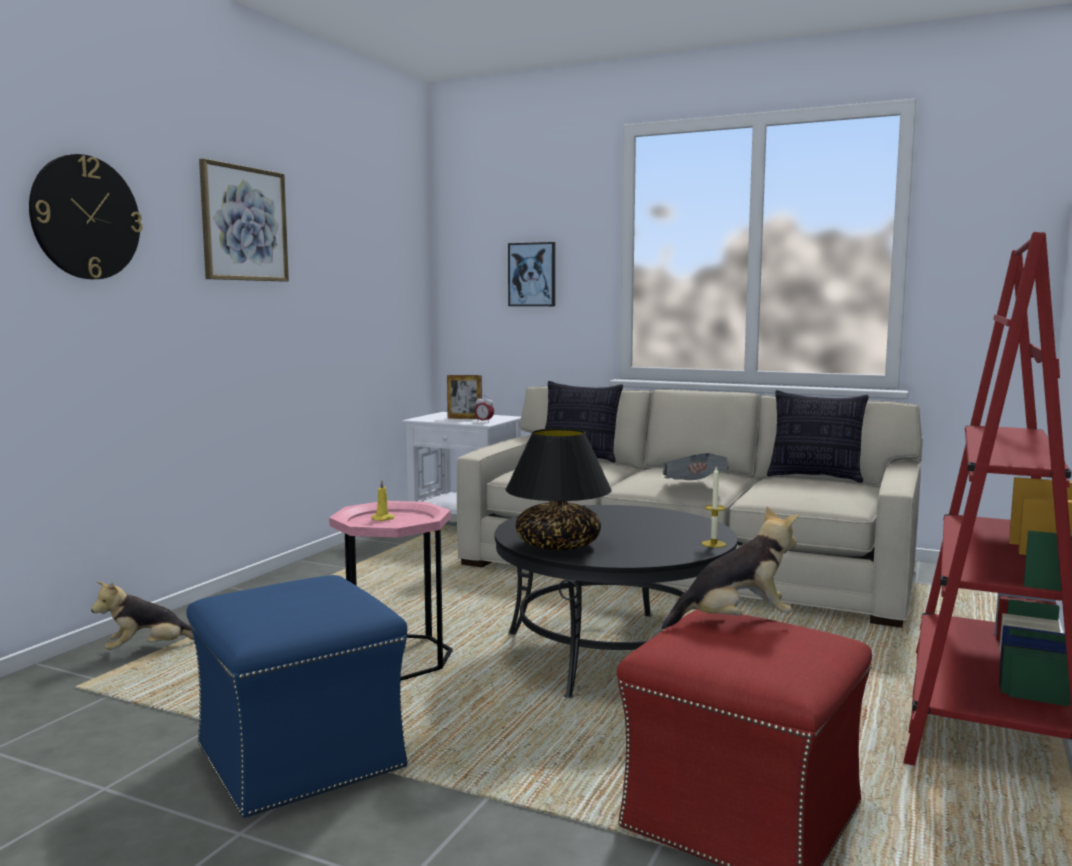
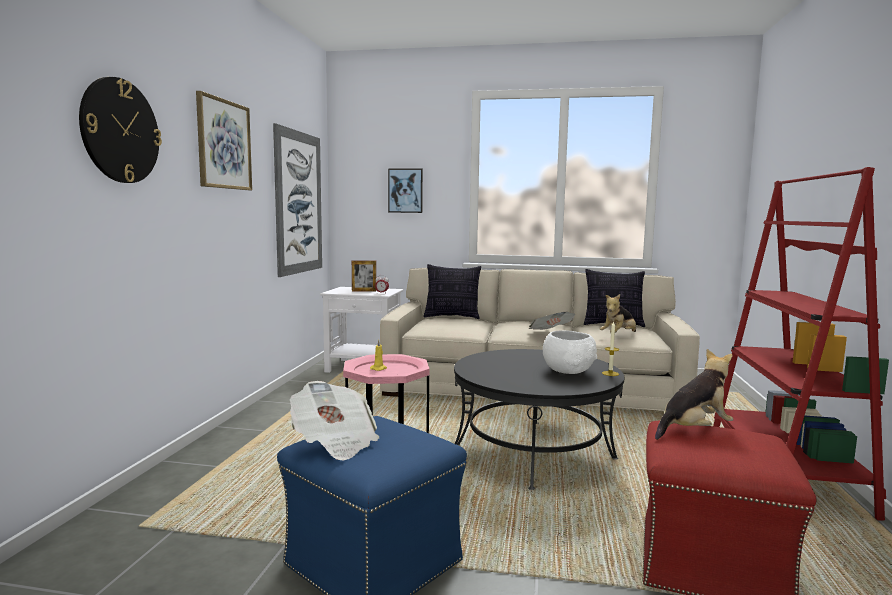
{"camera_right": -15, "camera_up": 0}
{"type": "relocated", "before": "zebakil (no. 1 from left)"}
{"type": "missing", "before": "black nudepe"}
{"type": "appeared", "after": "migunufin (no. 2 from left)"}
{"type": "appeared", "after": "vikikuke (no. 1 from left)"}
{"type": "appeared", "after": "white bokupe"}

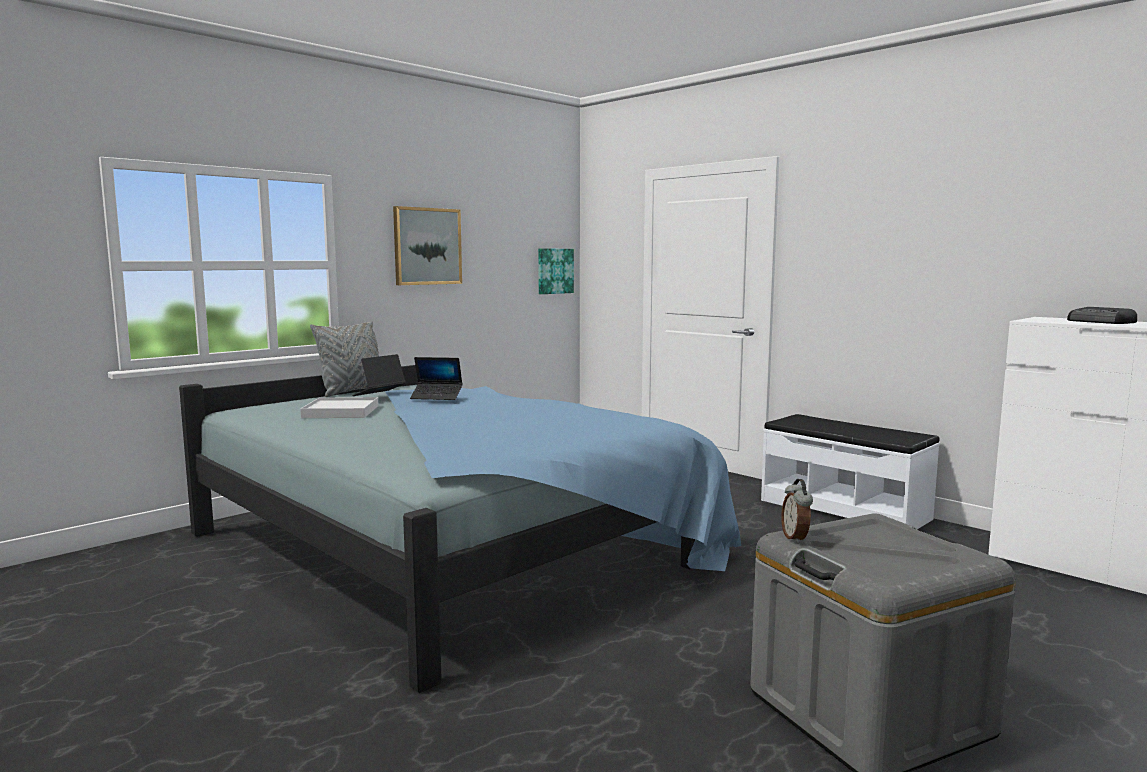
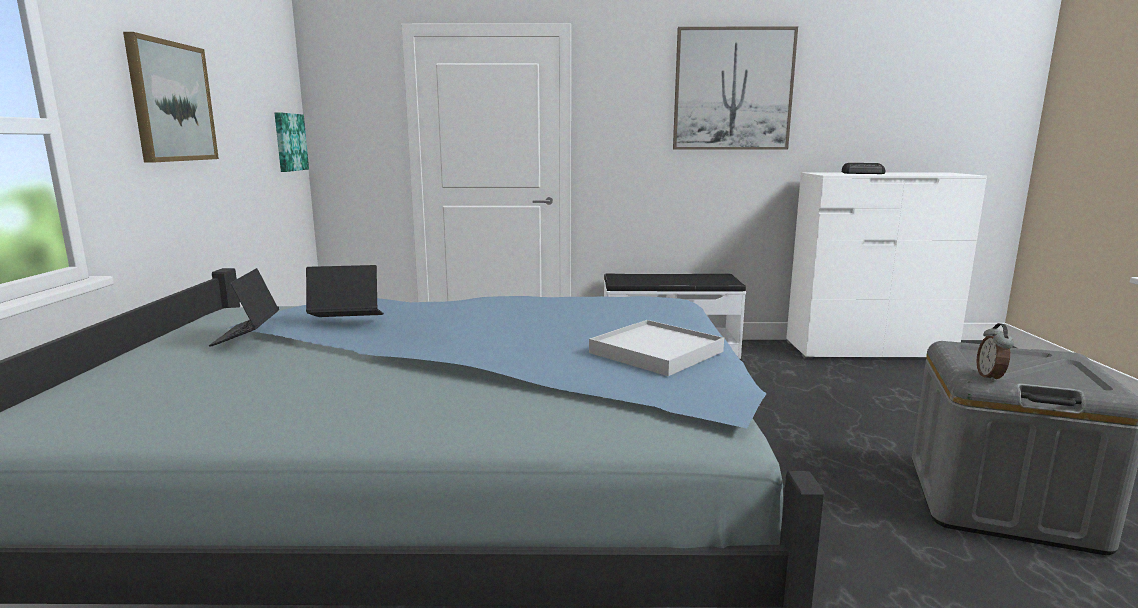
{"camera_right": -45, "camera_up": 5}
{"type": "relocated", "before": "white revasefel"}
{"type": "missing", "before": "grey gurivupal"}
{"type": "spun", "before": "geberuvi (no. 2 from left)", "turn": -150}
{"type": "spun", "before": "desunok", "turn": 60}
{"type": "appeared", "after": "migunufin (no. 3 from left)"}

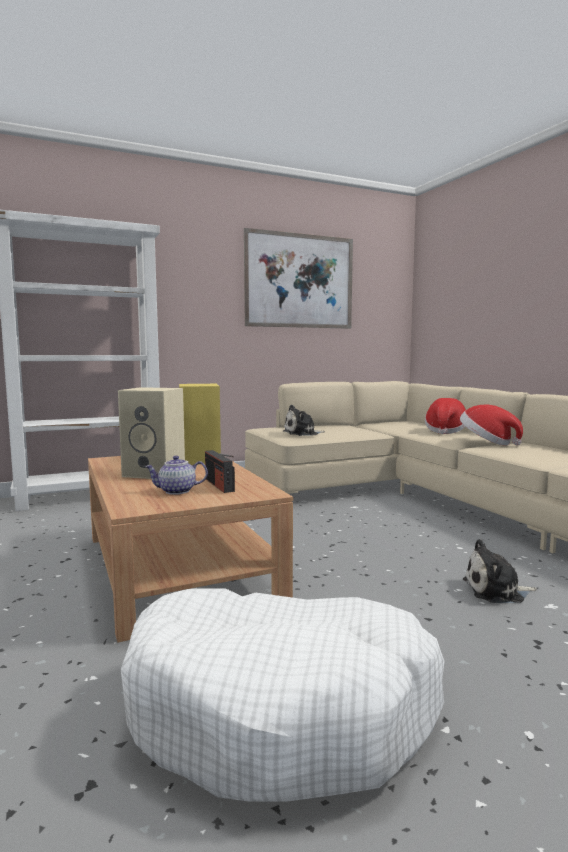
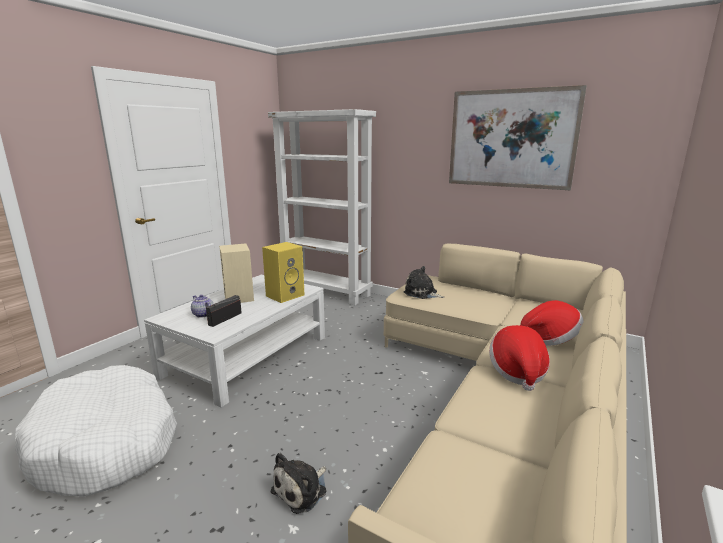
{"camera_right": 55, "camera_up": 10}
{"type": "colour", "before": "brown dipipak", "after": "white dipipak"}
{"type": "spun", "before": "zebakil (no. 2 from left in the first image)", "turn": -105}

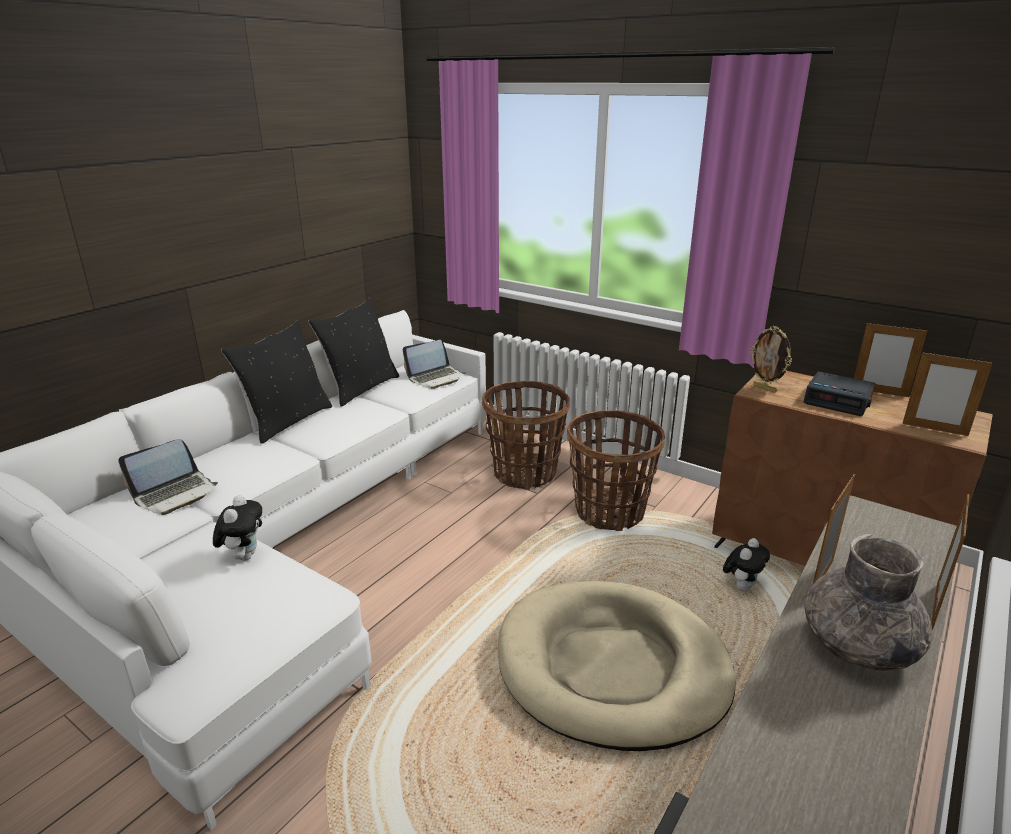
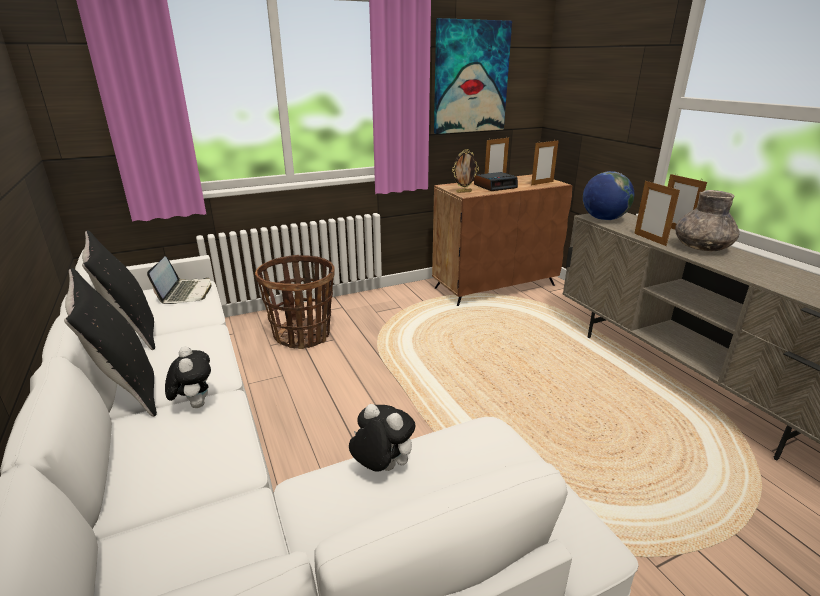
{"camera_right": -60, "camera_up": 0}
{"type": "missing", "before": "geberuvi (no. 1 from left)"}
{"type": "missing", "before": "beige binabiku"}
{"type": "missing", "before": "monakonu (no. 2 from left)"}
{"type": "relocated", "before": "zebakil (no. 2 from left in the first image)", "after": "zebakil (no. 1 from left)"}
{"type": "appeared", "after": "migunufin"}
{"type": "appeared", "after": "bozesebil"}

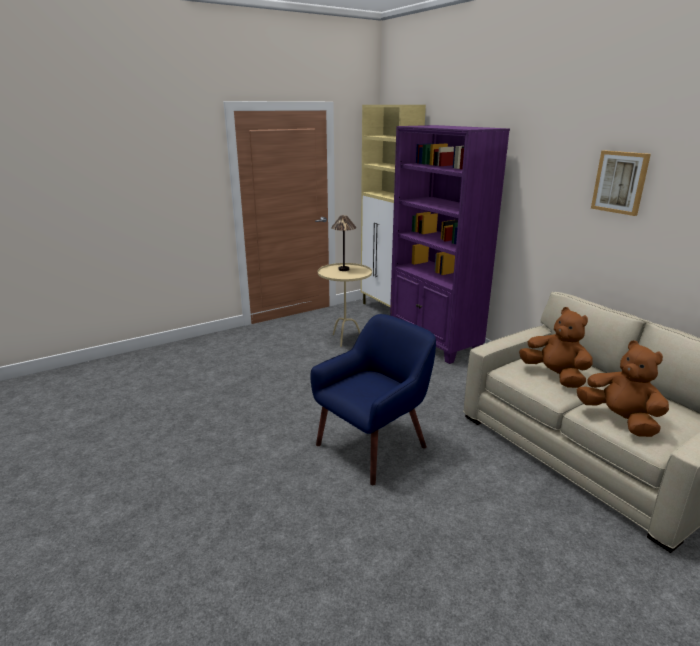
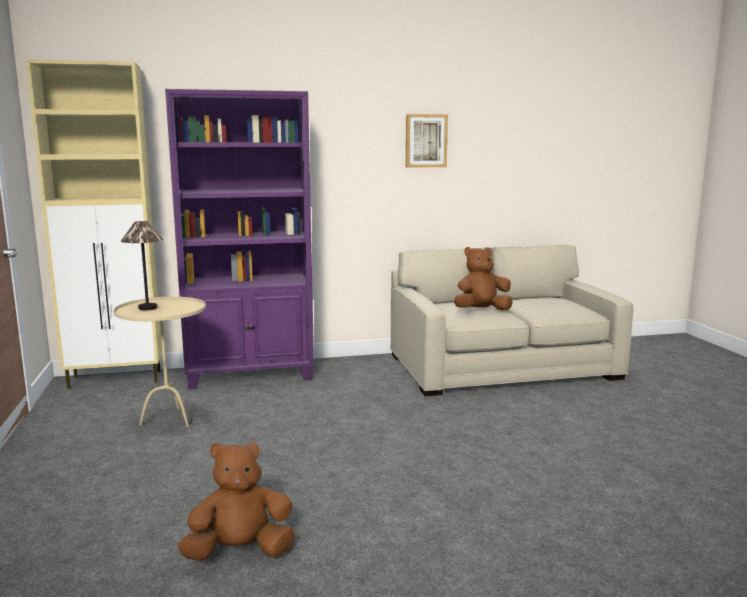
{"camera_right": -70, "camera_up": -10}
{"type": "missing", "before": "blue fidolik"}
{"type": "relocated", "before": "brown zebakil (no. 2 from left in the first image)", "after": "brown zebakil (no. 1 from left)"}

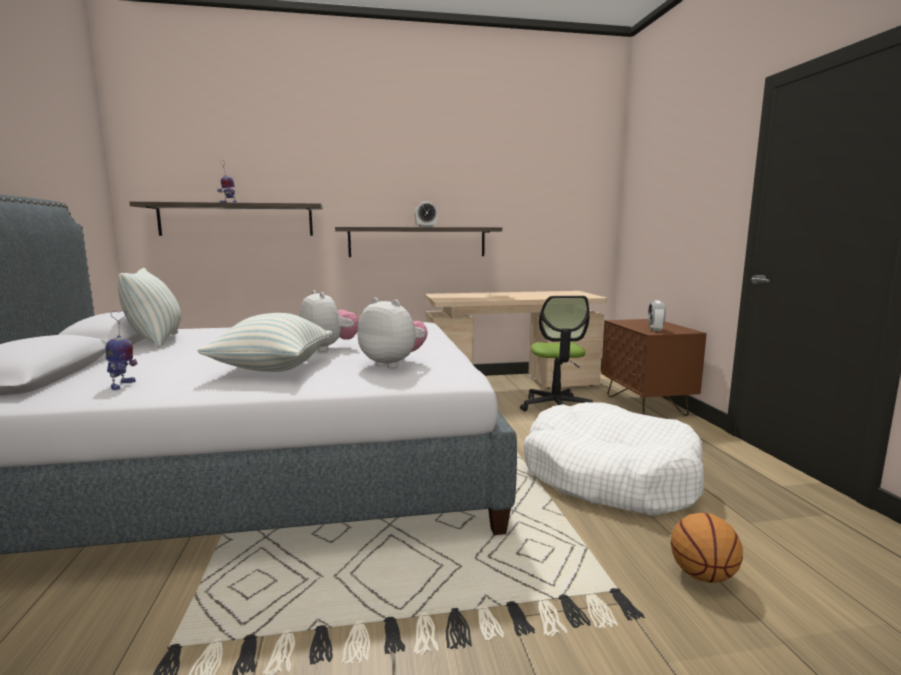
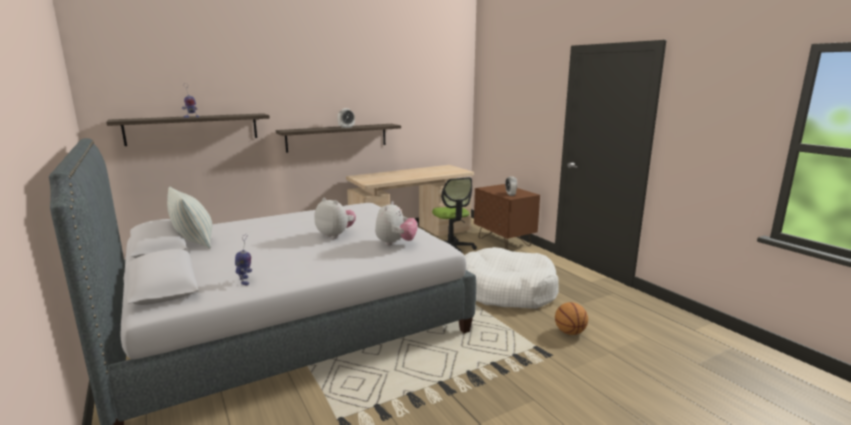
{"camera_right": -20, "camera_up": 5}
{"type": "missing", "before": "gurivupal (no. 2 from left)"}
{"type": "spun", "before": "zebakil (no. 2 from left)", "turn": 90}

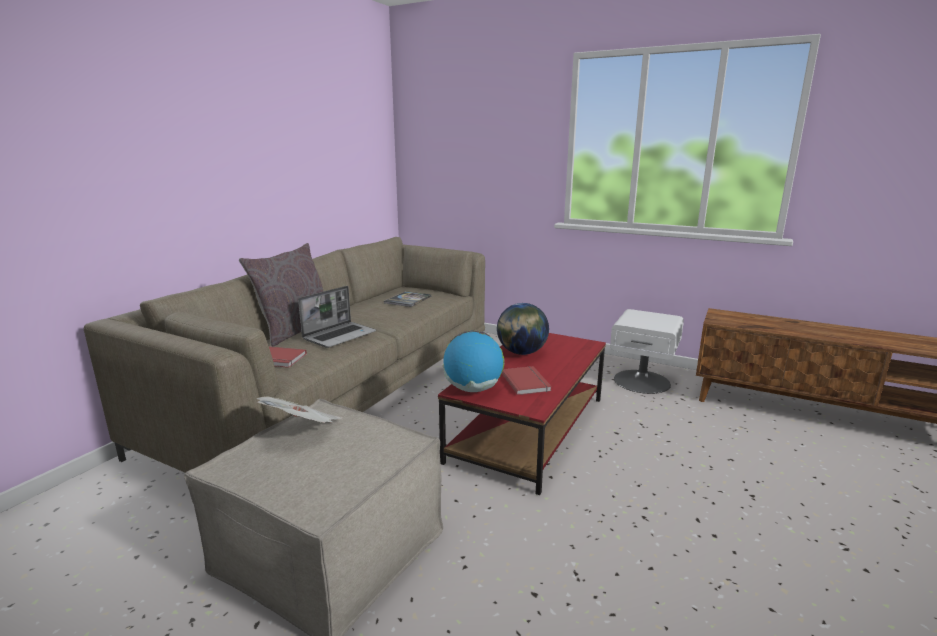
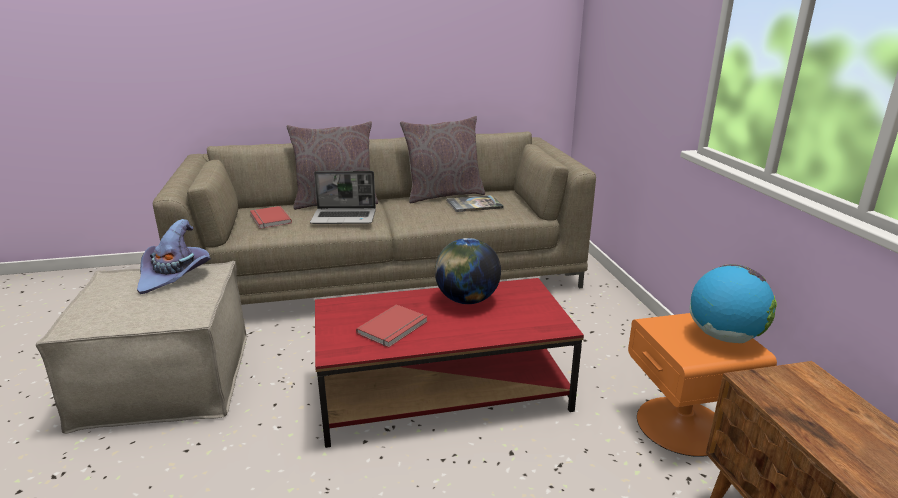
{"camera_right": 50, "camera_up": 5}
{"type": "exchanged", "before": "vikikuke", "after": "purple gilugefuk"}
{"type": "relocated", "before": "bozesebil (no. 1 from left in the first image)", "after": "bozesebil (no. 2 from left)"}
{"type": "colour", "before": "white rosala", "after": "orange rosala"}
{"type": "appeared", "after": "grey gurivupal (no. 2 from left)"}

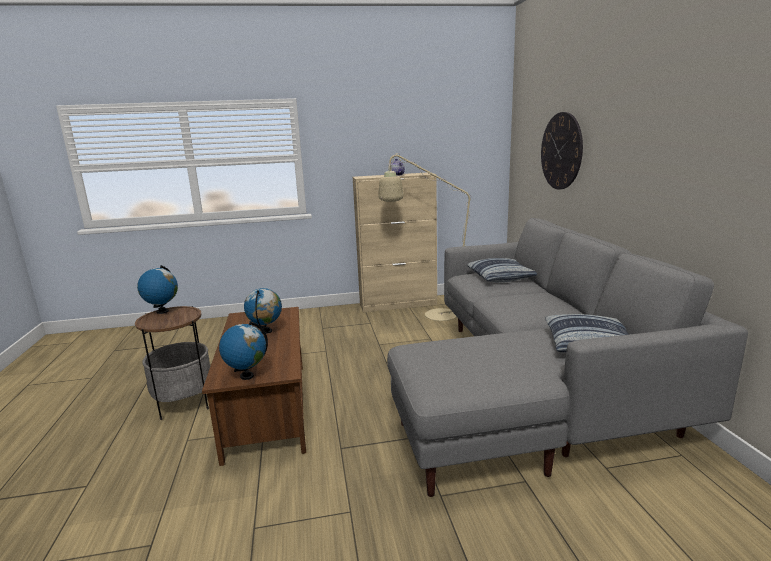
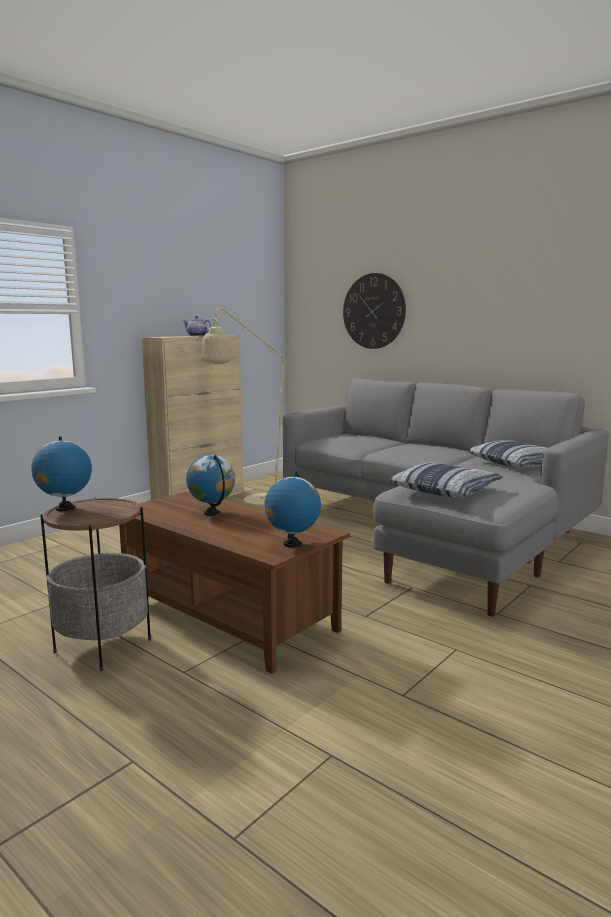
{"camera_right": -40, "camera_up": -5}
{"type": "relocated", "before": "gurivupal (no. 1 from left)"}

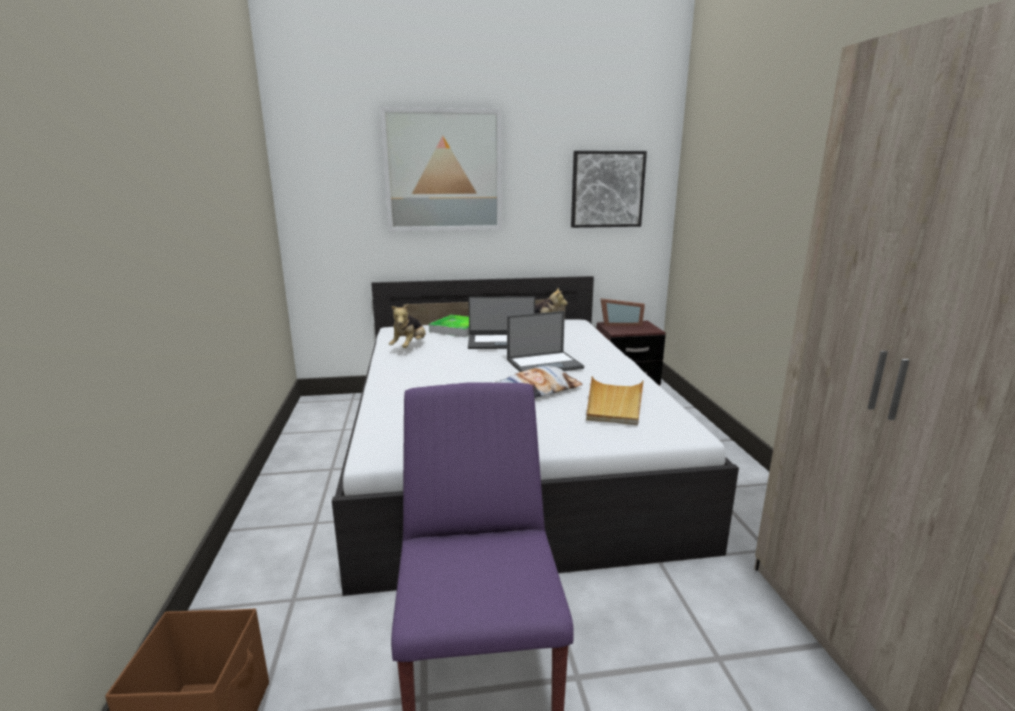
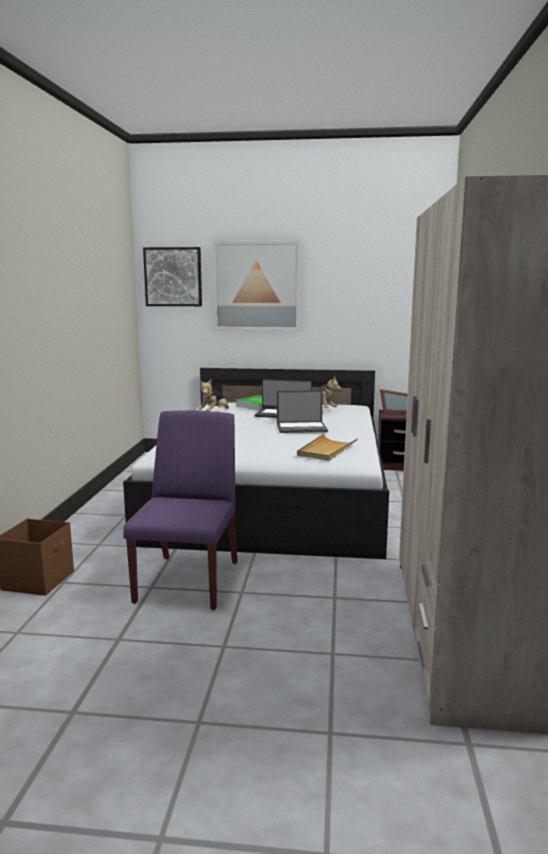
{"camera_right": 15, "camera_up": -5}
{"type": "missing", "before": "gurivupal"}
{"type": "relocated", "before": "migunufin (no. 2 from left in the first image)", "after": "migunufin (no. 1 from left)"}

